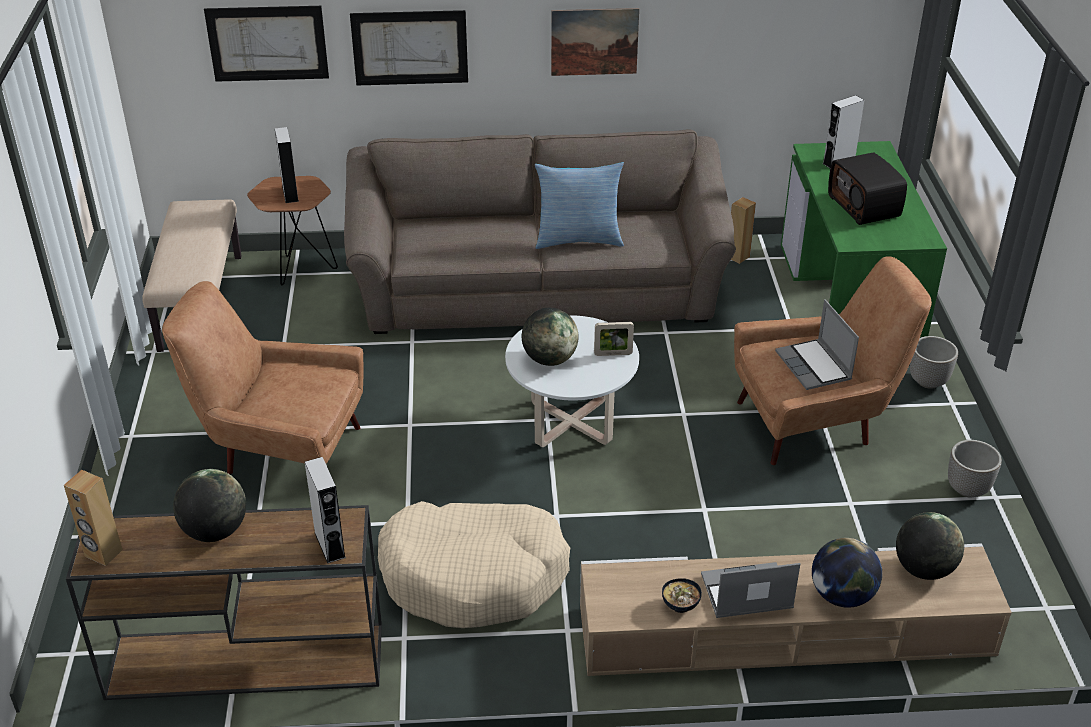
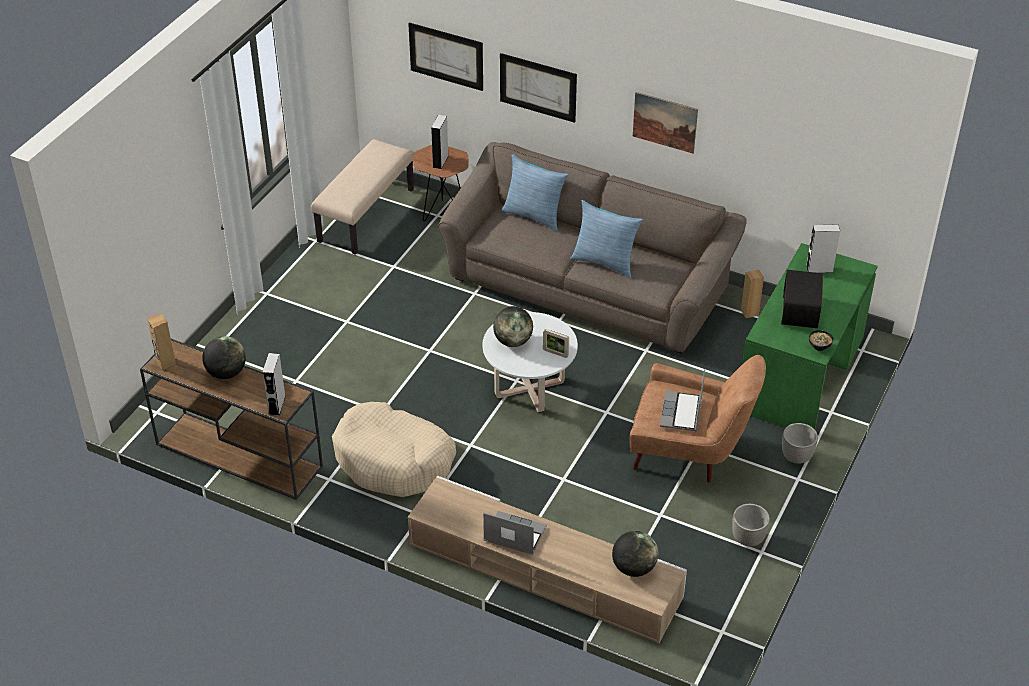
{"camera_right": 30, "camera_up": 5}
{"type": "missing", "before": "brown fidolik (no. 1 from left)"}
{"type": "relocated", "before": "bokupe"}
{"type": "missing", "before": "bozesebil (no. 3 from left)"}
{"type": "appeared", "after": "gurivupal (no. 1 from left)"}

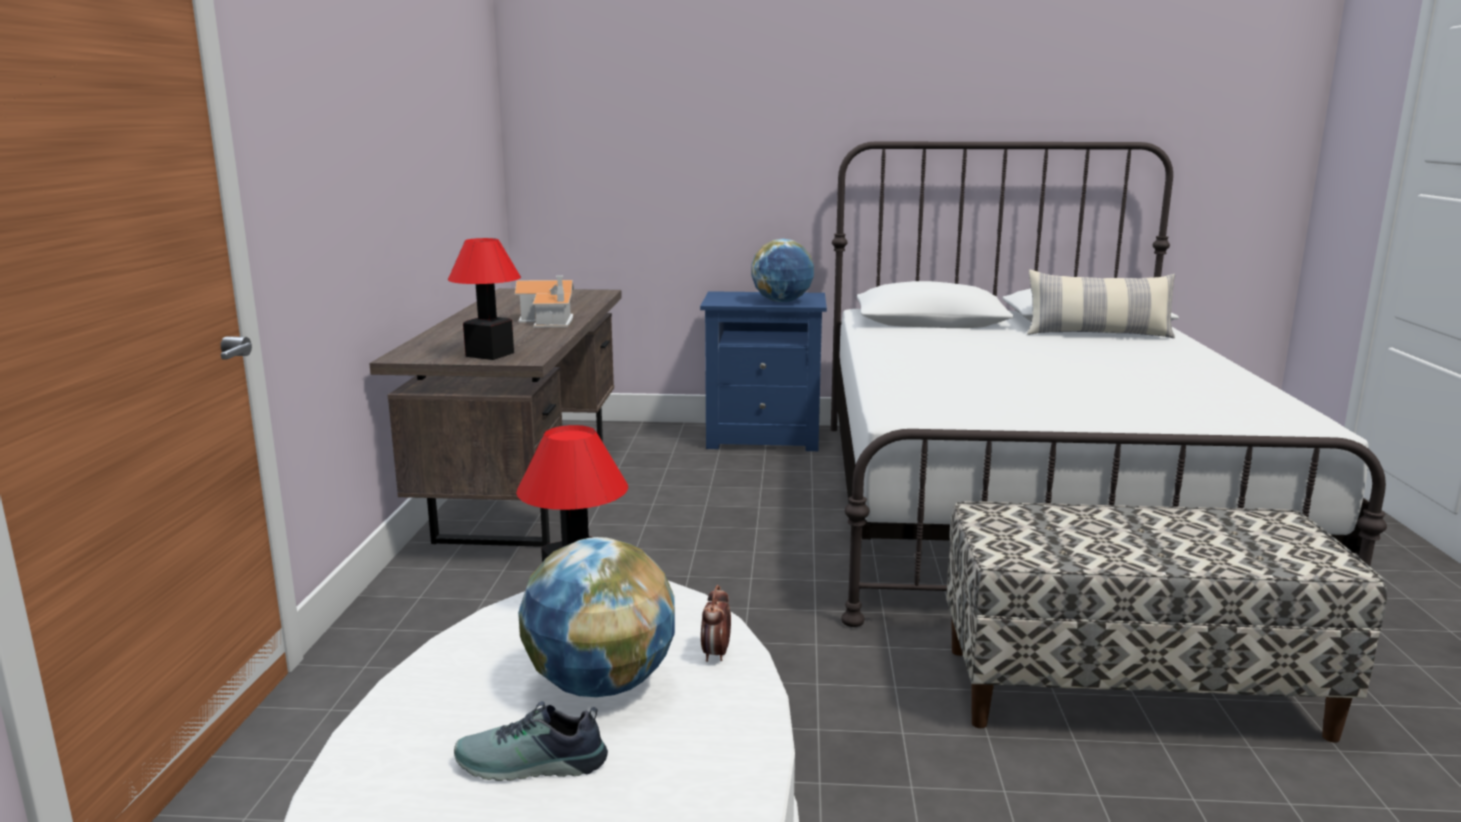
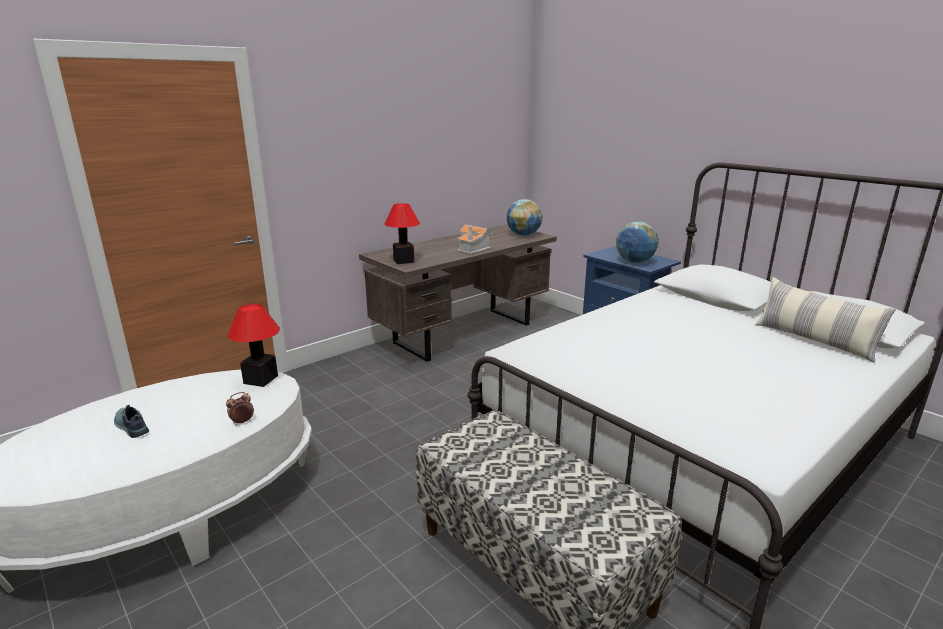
{"camera_right": 45, "camera_up": 5}
{"type": "relocated", "before": "bozesebil (no. 1 from left)"}

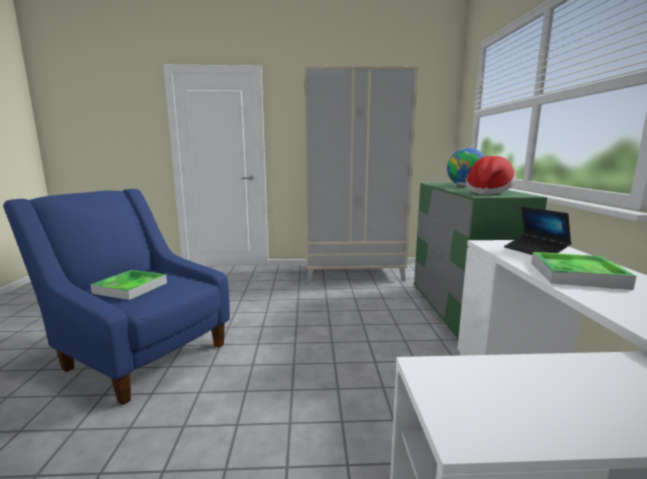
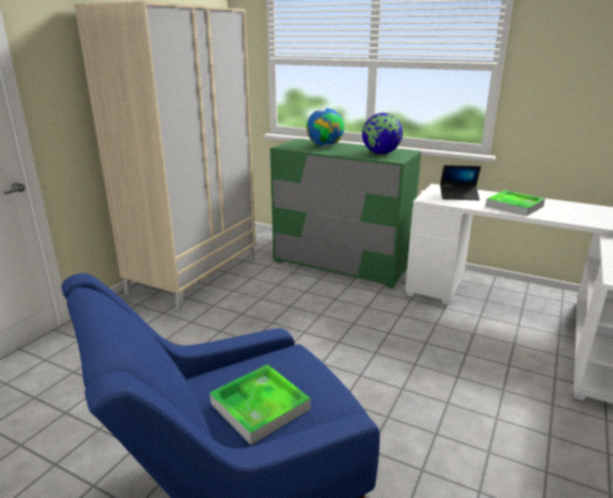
{"camera_right": -60, "camera_up": 10}
{"type": "exchanged", "before": "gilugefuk", "after": "bozesebil (no. 2 from left)"}

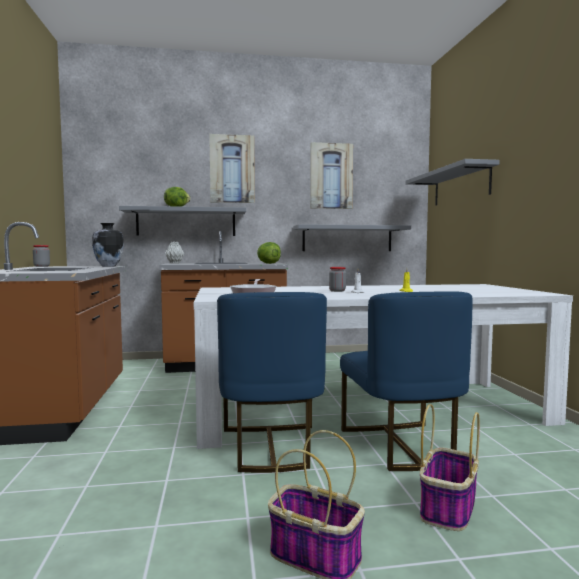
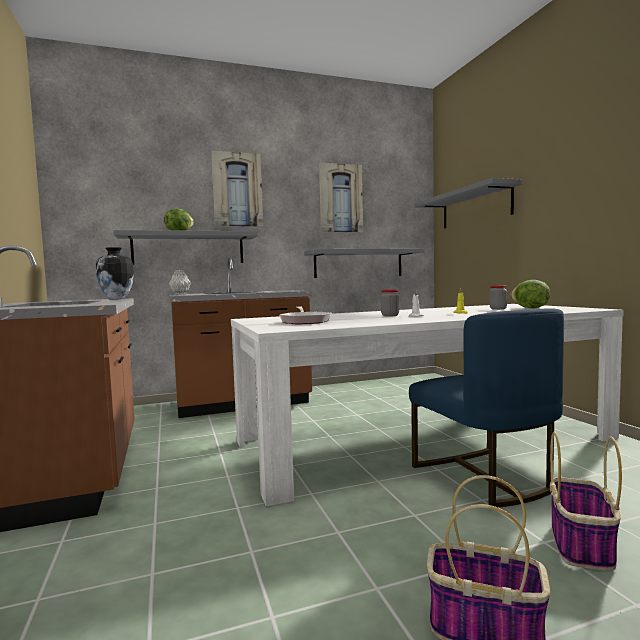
{"camera_right": -10, "camera_up": 0}
{"type": "relocated", "before": "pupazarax (no. 1 from left in the first image)", "after": "pupazarax (no. 2 from left)"}
{"type": "missing", "before": "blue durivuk (no. 1 from left)"}
{"type": "relocated", "before": "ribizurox (no. 2 from left)"}

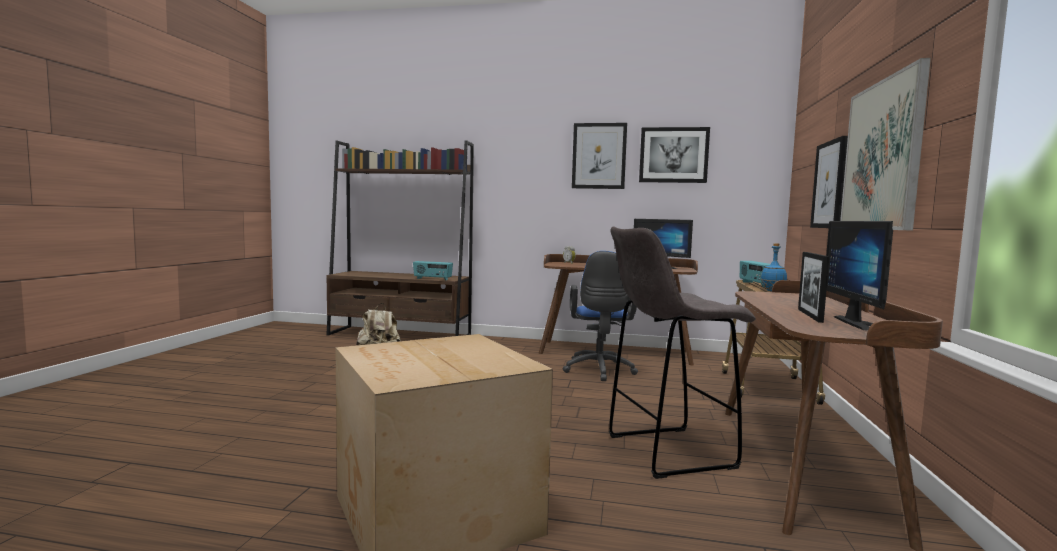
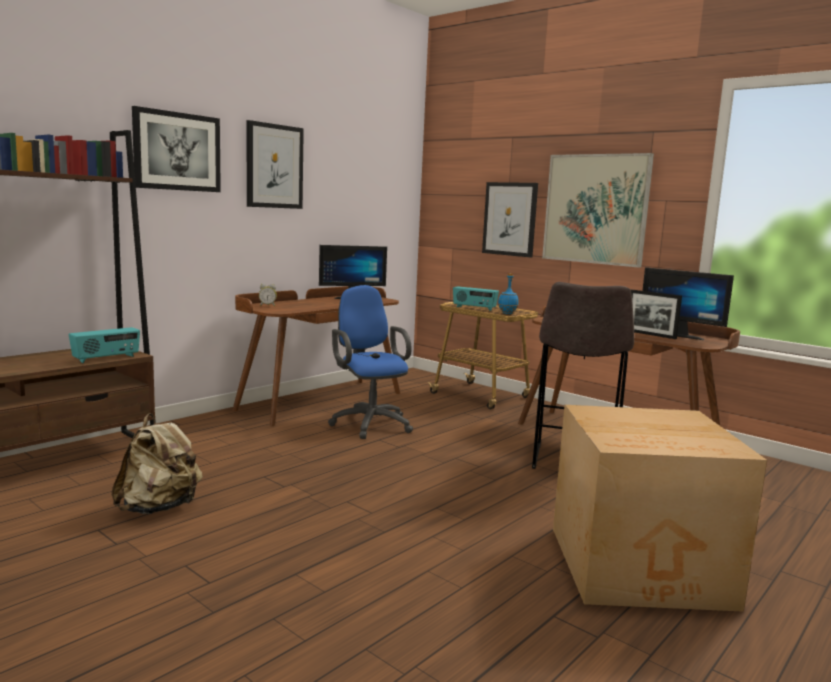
{"camera_right": -60, "camera_up": 5}
{"type": "spun", "before": "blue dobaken", "turn": -150}
{"type": "relocated", "before": "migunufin (no. 2 from left in the first image)", "after": "migunufin (no. 1 from left)"}

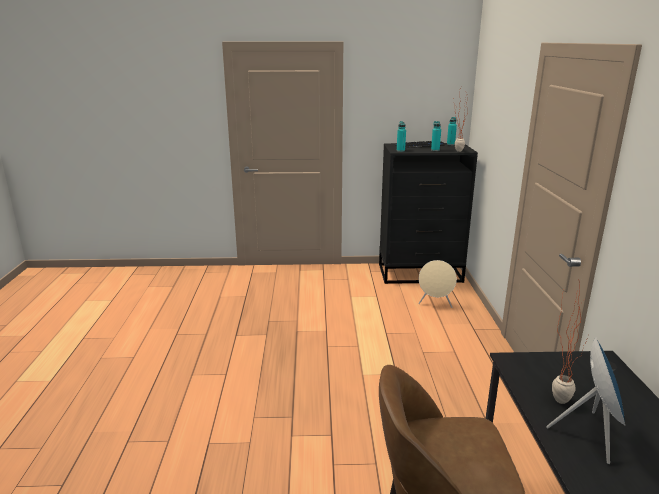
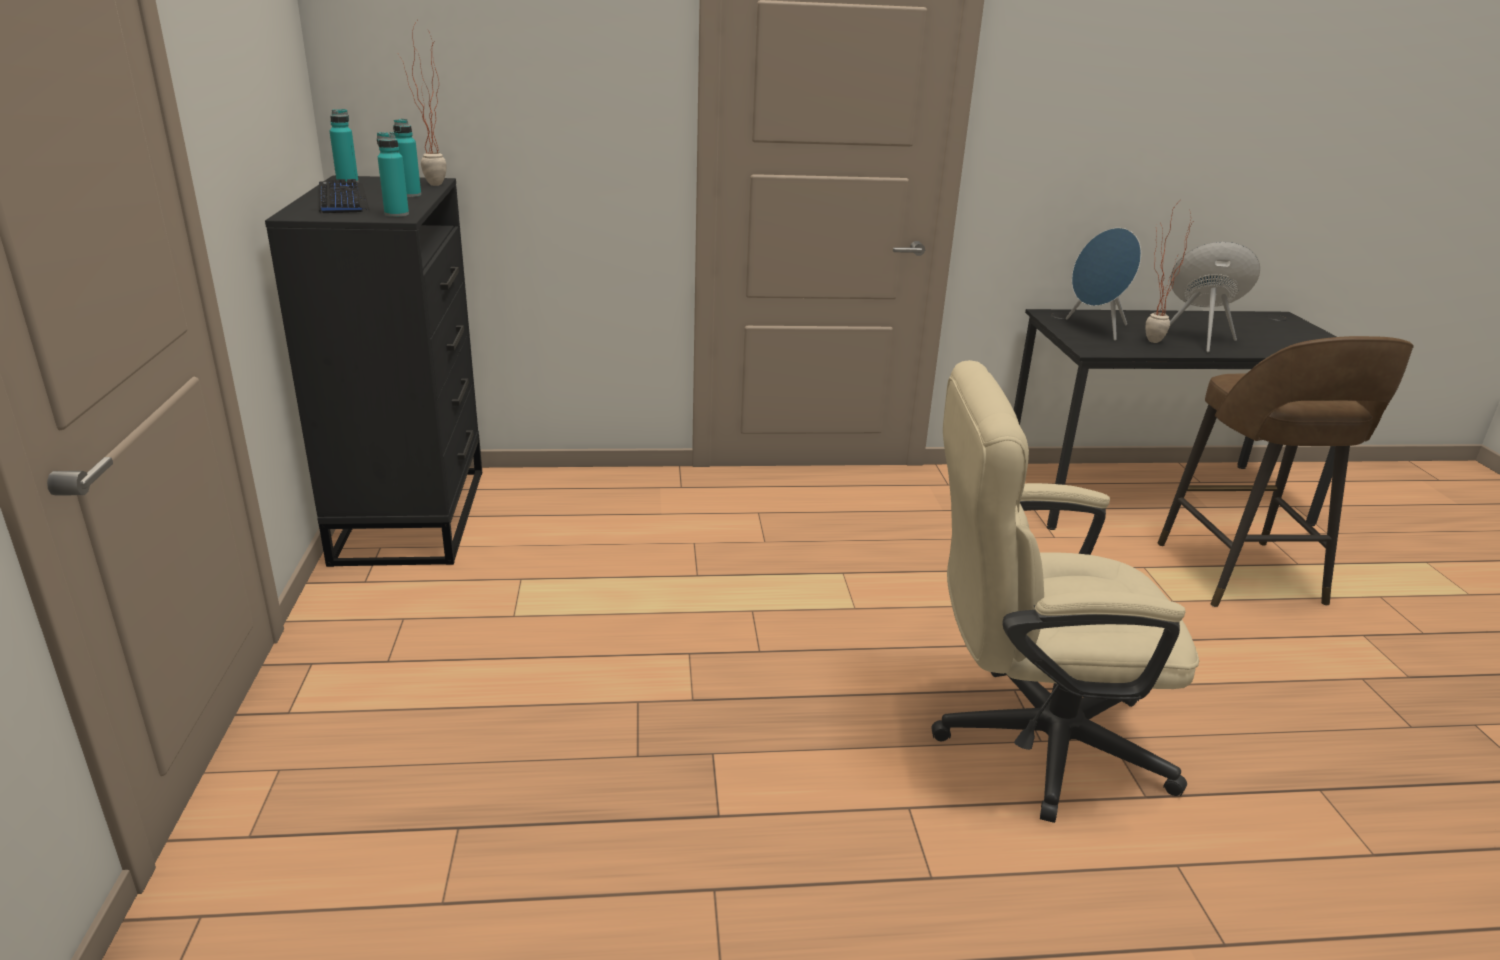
{"camera_right": -95, "camera_up": 5}
{"type": "missing", "before": "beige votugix"}
{"type": "appeared", "after": "beige dobaken"}
{"type": "appeared", "after": "blue votugix (no. 1 from left)"}

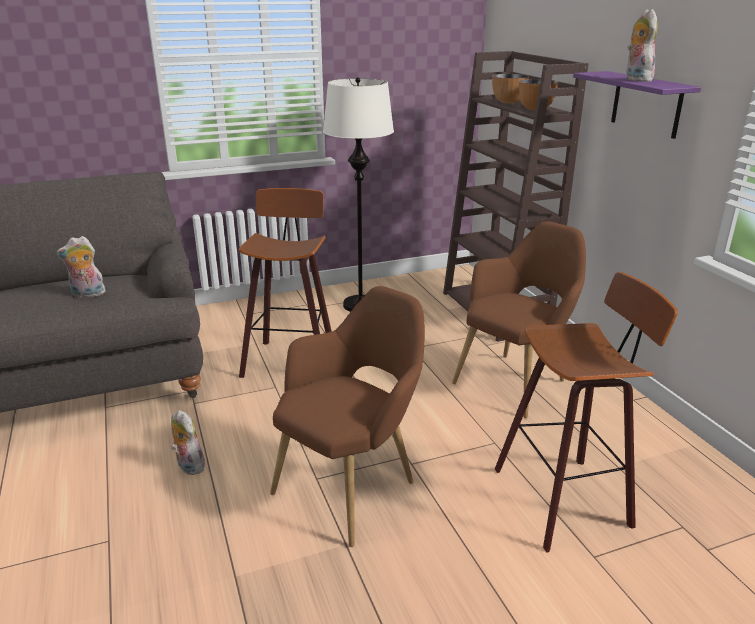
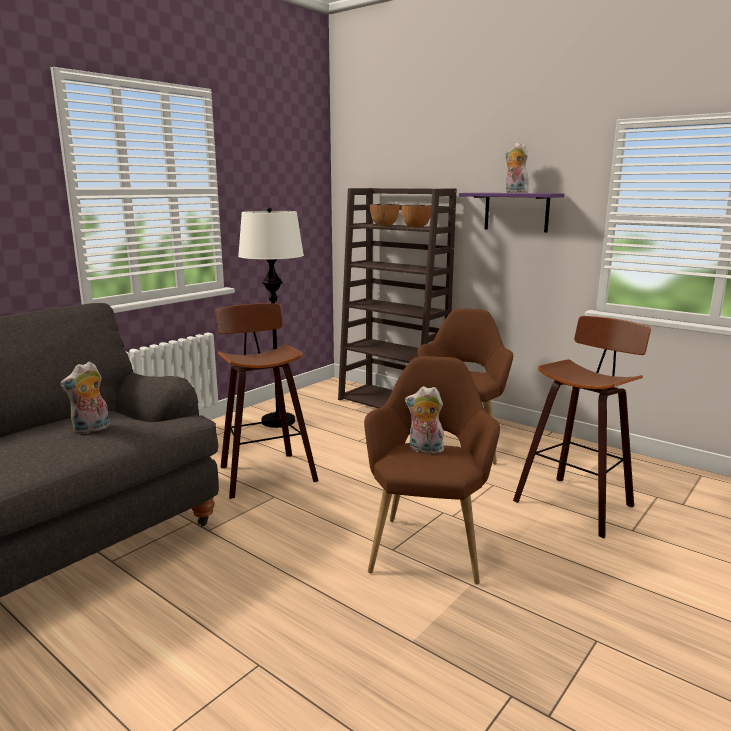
{"camera_right": -30, "camera_up": -10}
{"type": "relocated", "before": "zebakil (no. 2 from left)"}

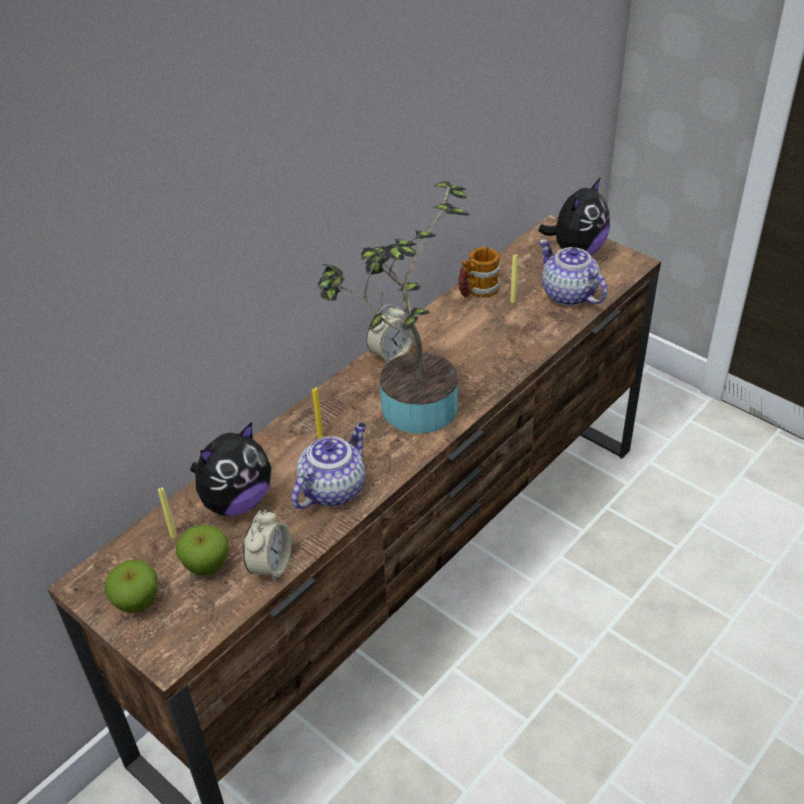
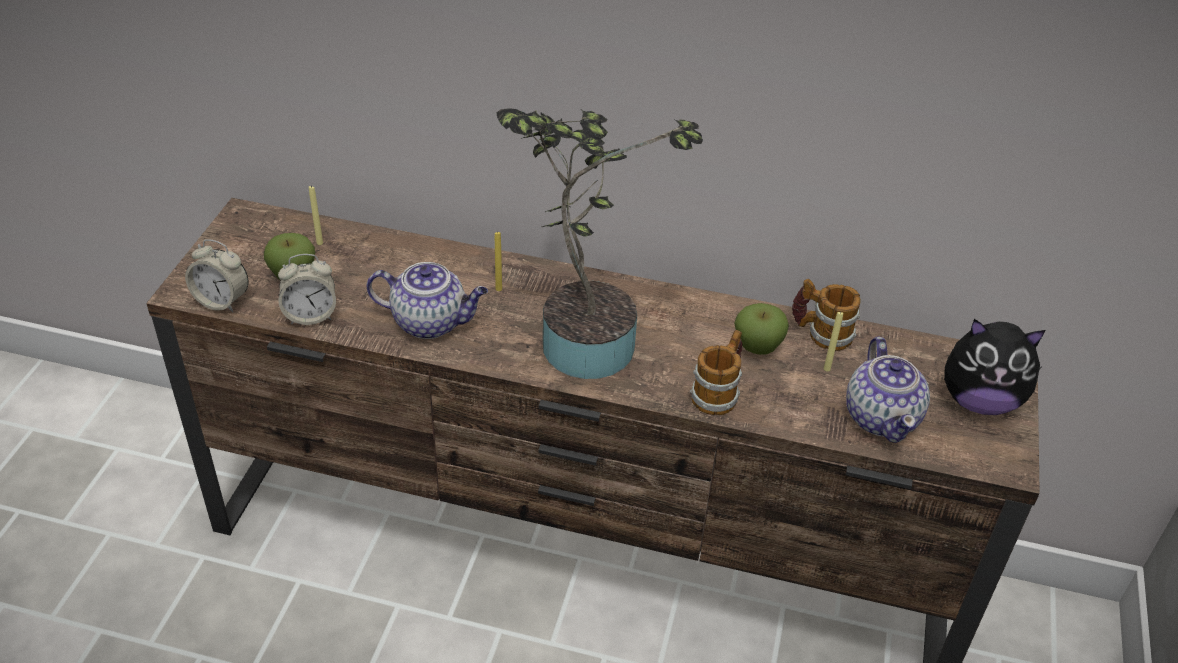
{"camera_right": 60, "camera_up": 0}
{"type": "relocated", "before": "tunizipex (no. 1 from left in the first image)", "after": "tunizipex (no. 2 from left)"}
{"type": "missing", "before": "zebakil (no. 1 from left)"}
{"type": "relocated", "before": "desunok (no. 2 from left in the first image)", "after": "desunok (no. 1 from left)"}
{"type": "spun", "before": "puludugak (no. 2 from left)", "turn": 150}
{"type": "appeared", "after": "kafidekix (no. 1 from left)"}

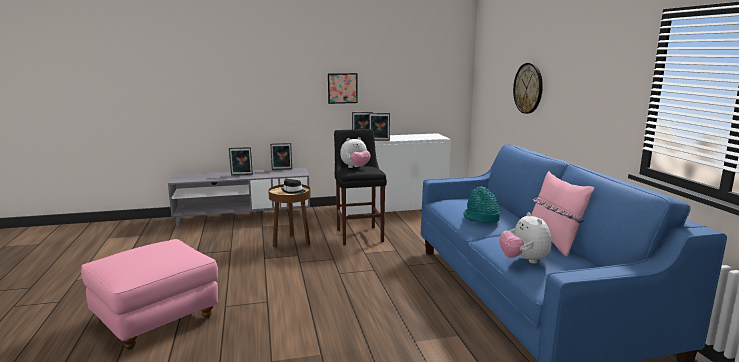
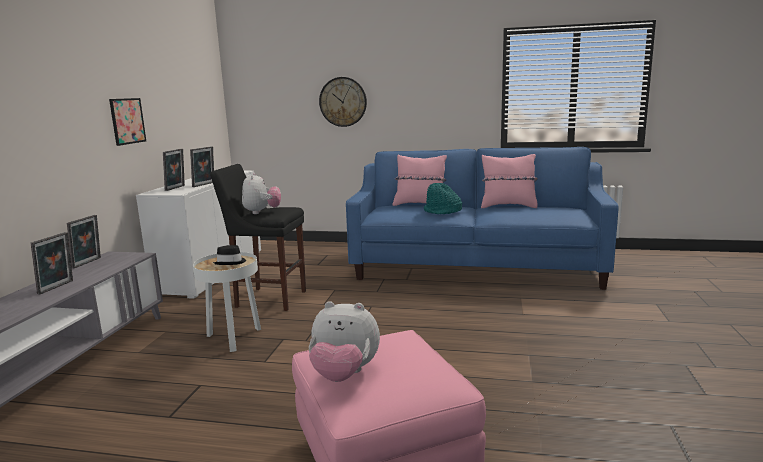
{"camera_right": -65, "camera_up": 0}
{"type": "colour", "before": "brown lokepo", "after": "white lokepo"}
{"type": "relocated", "before": "zebakil (no. 2 from left)"}
{"type": "appeared", "after": "pink gurivupal (no. 1 from left)"}

